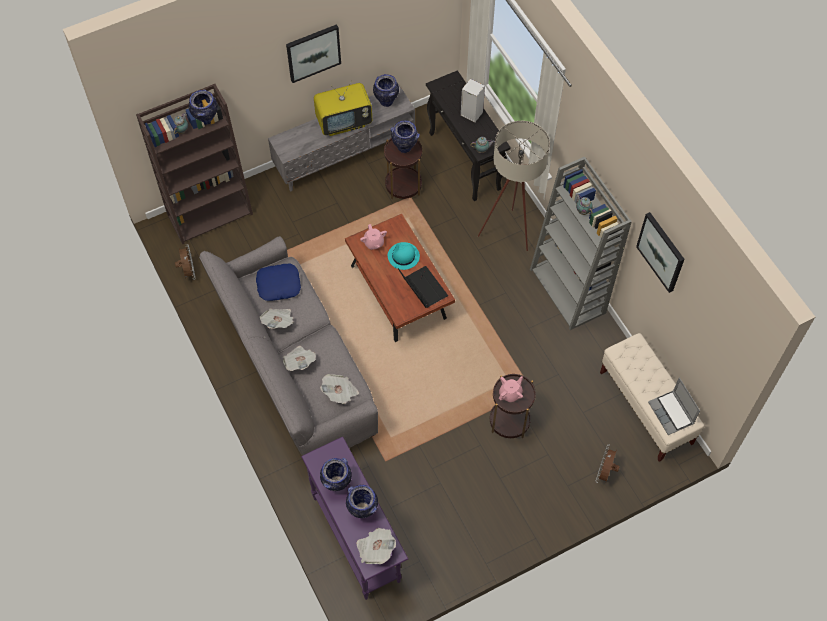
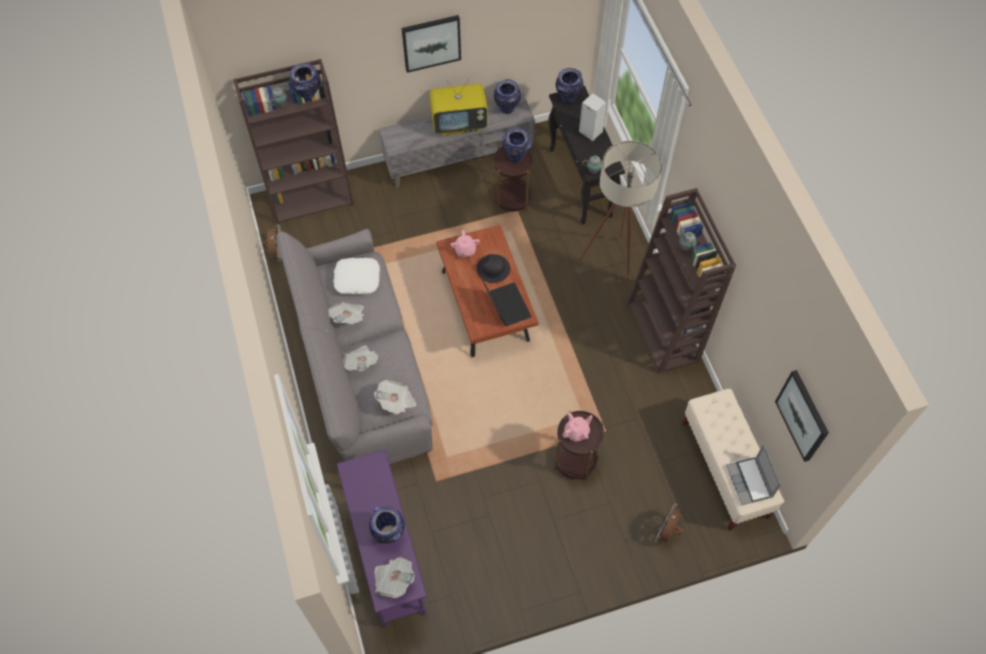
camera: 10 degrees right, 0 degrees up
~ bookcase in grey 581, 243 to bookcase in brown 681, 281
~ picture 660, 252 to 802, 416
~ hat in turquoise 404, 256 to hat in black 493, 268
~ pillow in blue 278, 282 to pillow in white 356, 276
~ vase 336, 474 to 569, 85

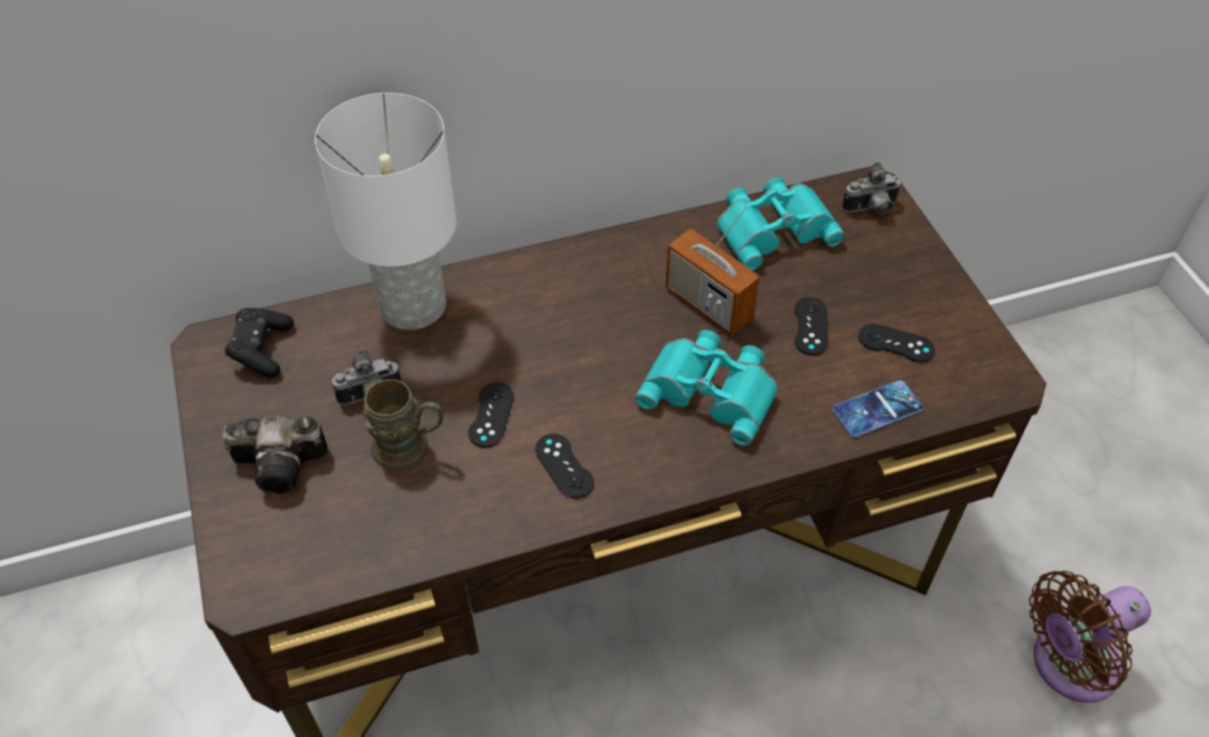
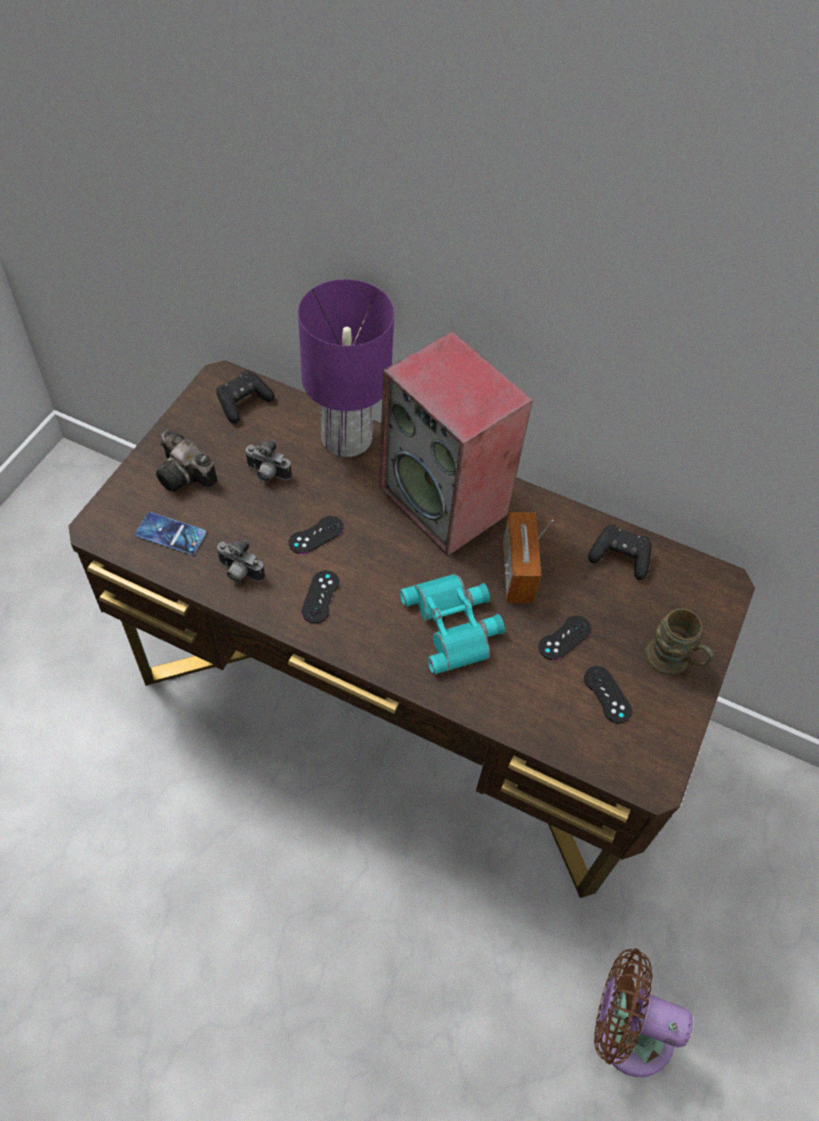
camera: 40 degrees right, 5 degrees up
~ table lamp in white 386, 211 to table lamp in purple 346, 368
~ photo camera 871, 188 to 240, 561
~ binoculars in turquoise 780, 224 to game controller in black 620, 552
~ mug in brown 403, 424 to 679, 642
~ phone 878, 408 to 170, 533
+ speaker 456, 443

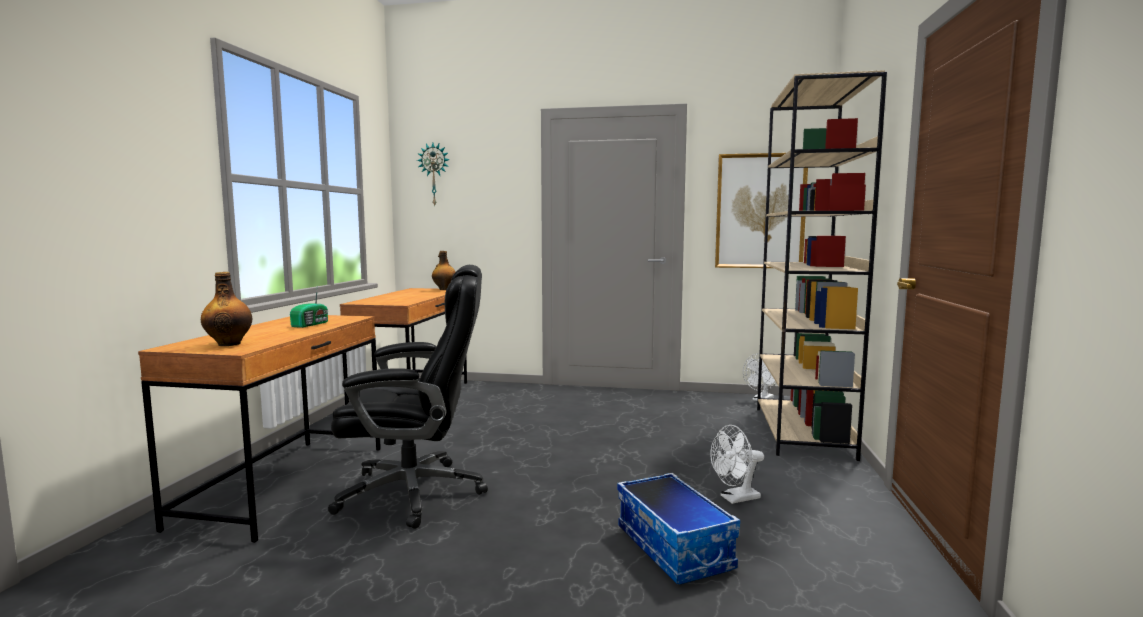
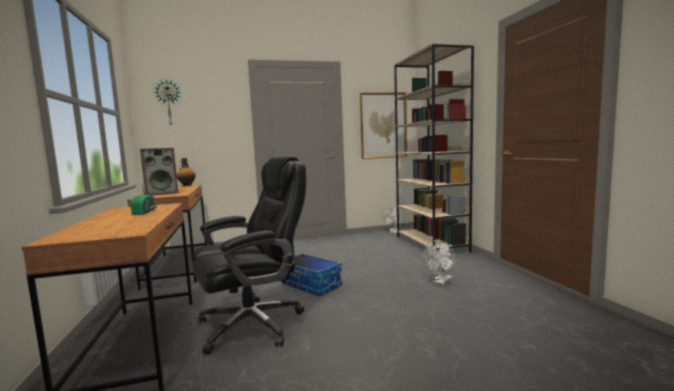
camera: 25 degrees left, 0 degrees up
- bottle 226, 309
~ storage box 678, 528 to 311, 274
+ speaker 159, 172

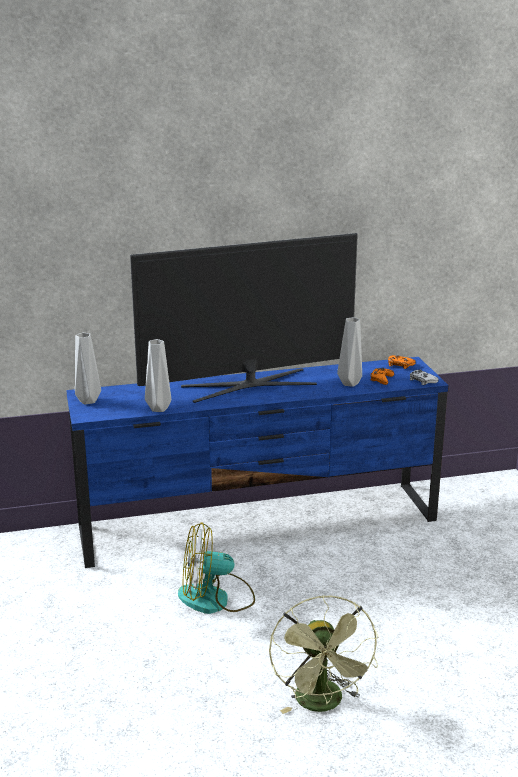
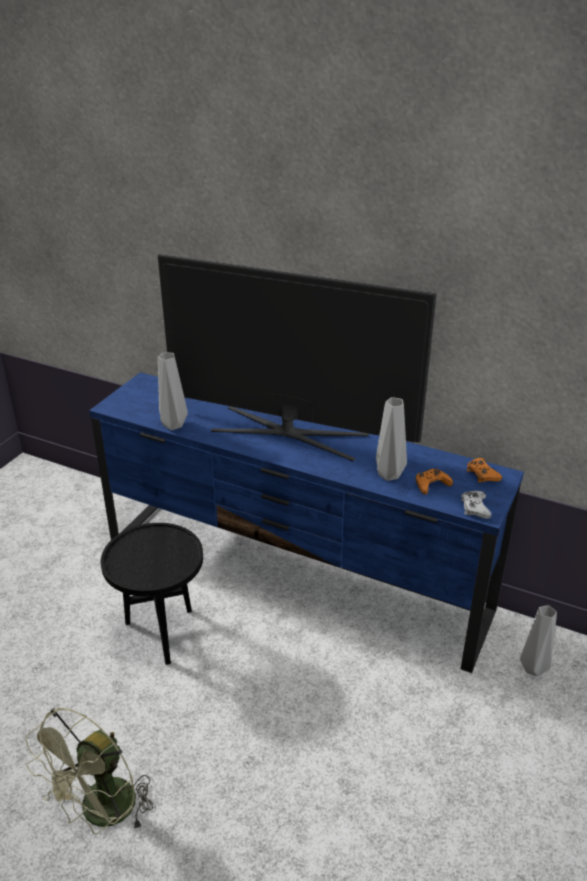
camera: 40 degrees right, 10 degrees up
~ vase in grey 88, 368 to 538, 640
~ fan 216, 568 to side table in black 152, 594

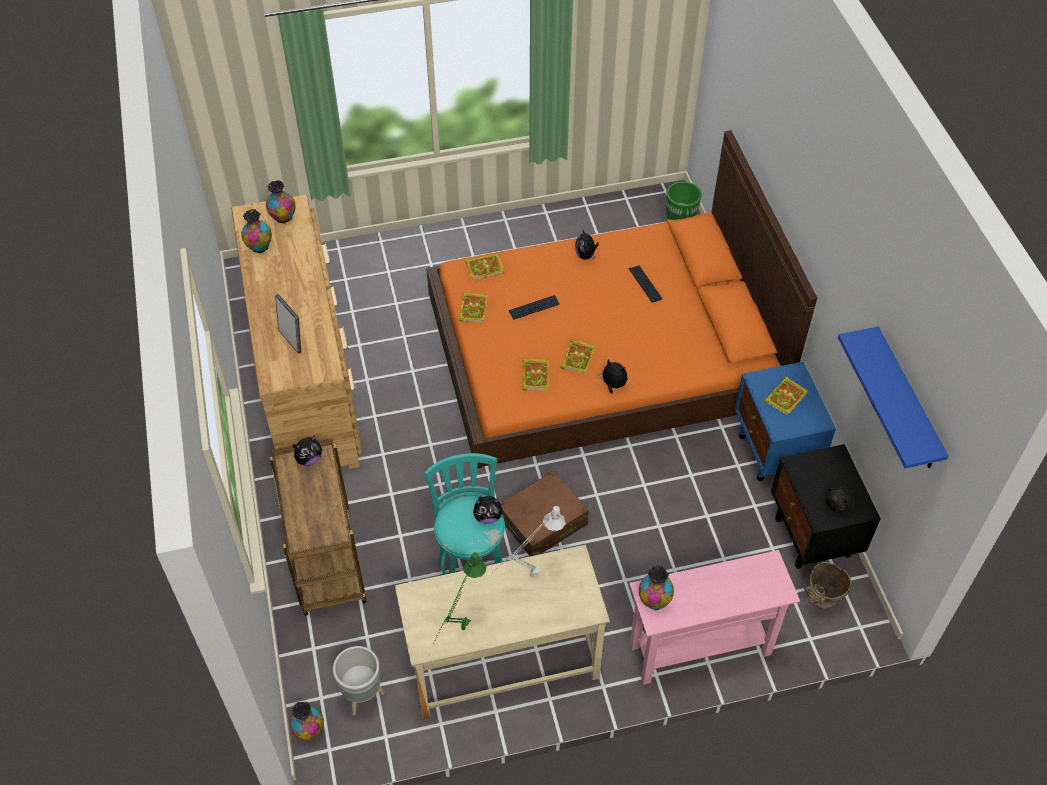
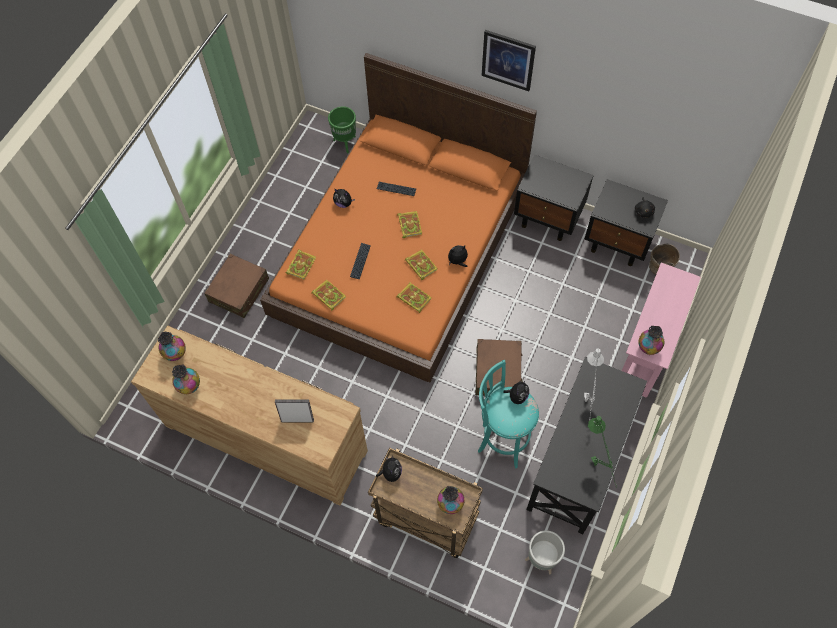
camera: 50 degrees left, 10 degrees up
- shelf in blue 893, 397
~ nightstand in blue 785, 421 to nightstand in black 554, 197
~ book 786, 395 to 409, 224
~ desk in beige 502, 632 to desk in black 586, 445
~ vase 307, 721 to 450, 500
+ picture 508, 60
+ suitcase in brown 236, 286

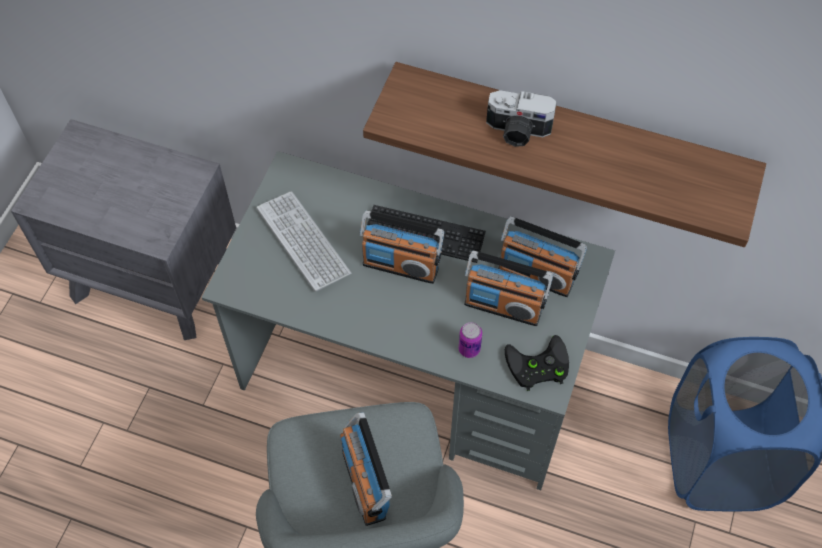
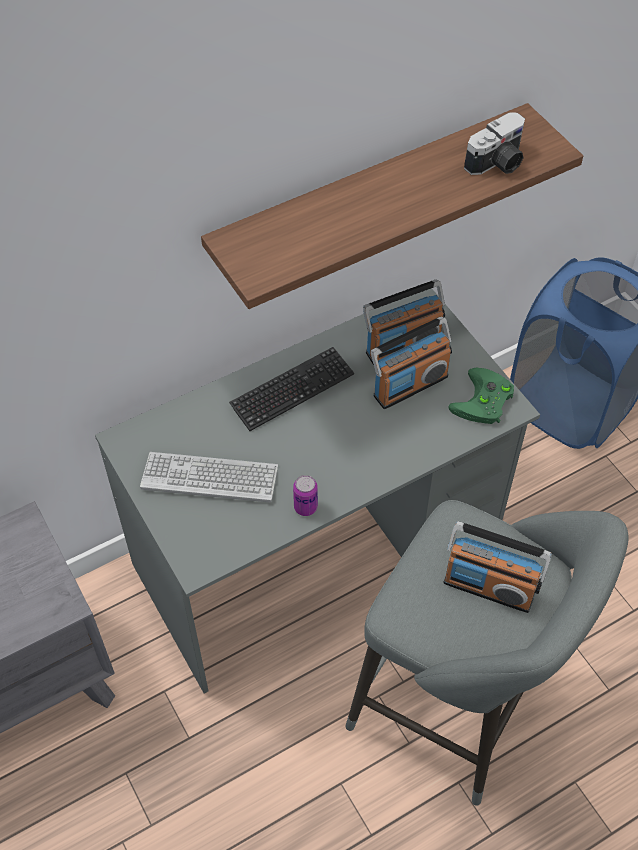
camera: 50 degrees left, 5 degrees down
~ photo camera 521, 118 to 494, 144
- radio 402, 247
~ can 470, 340 to 305, 495
~ game controller in black 537, 363 to game controller in green 481, 396

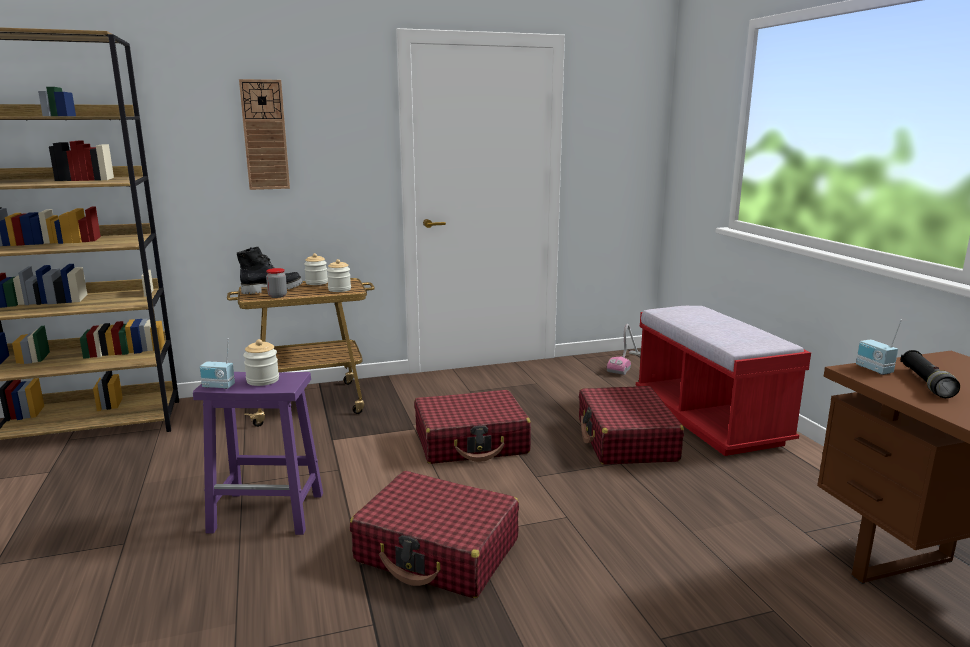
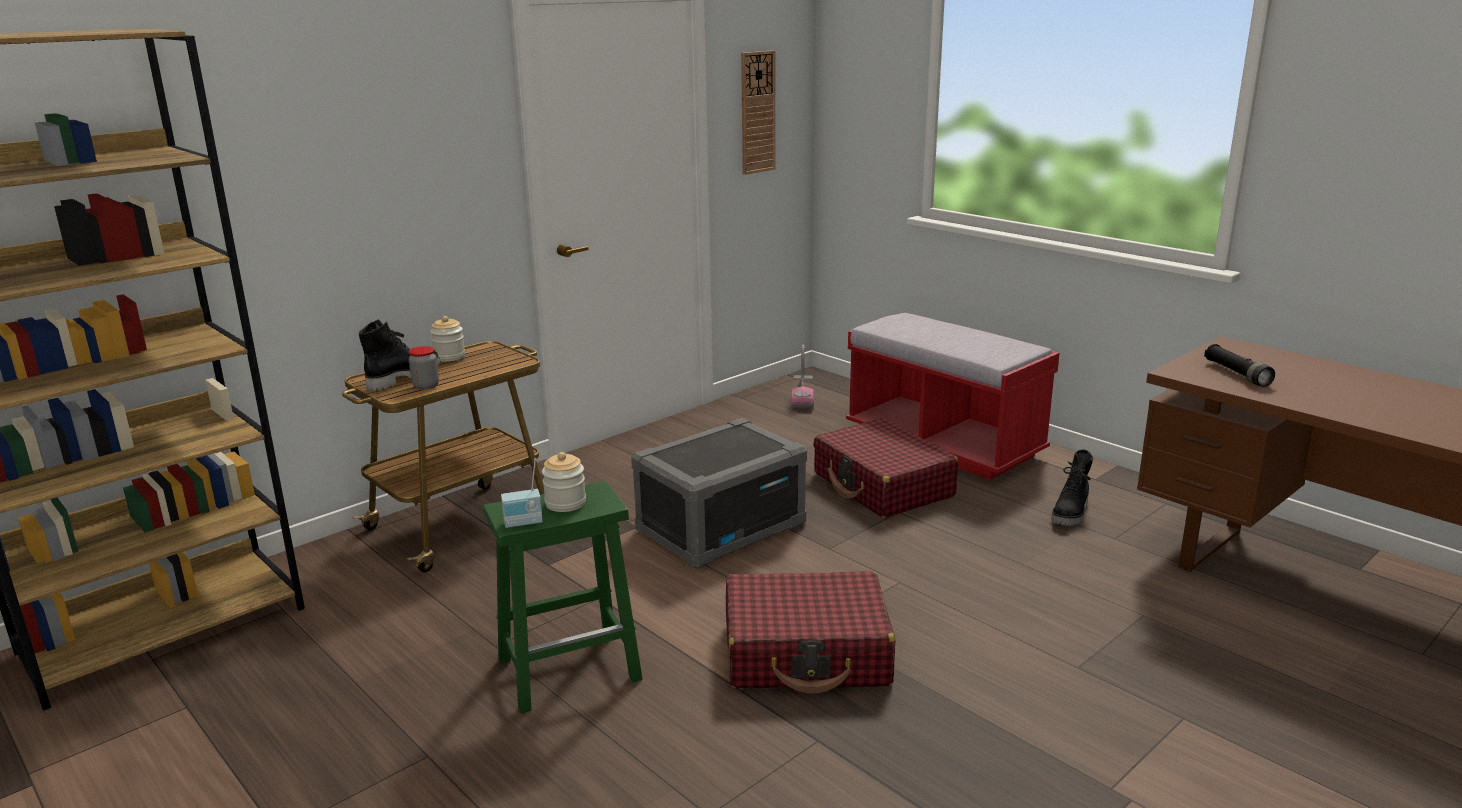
camera: 25 degrees left, 5 degrees up
~ wall clock 264, 134 to 758, 112
- jar 339, 275
- radio 879, 347
~ stool in purple 258, 453 to stool in green 563, 597
~ suitcase in red 473, 427 to storage box in grey 719, 493
+ boot in black 1072, 487

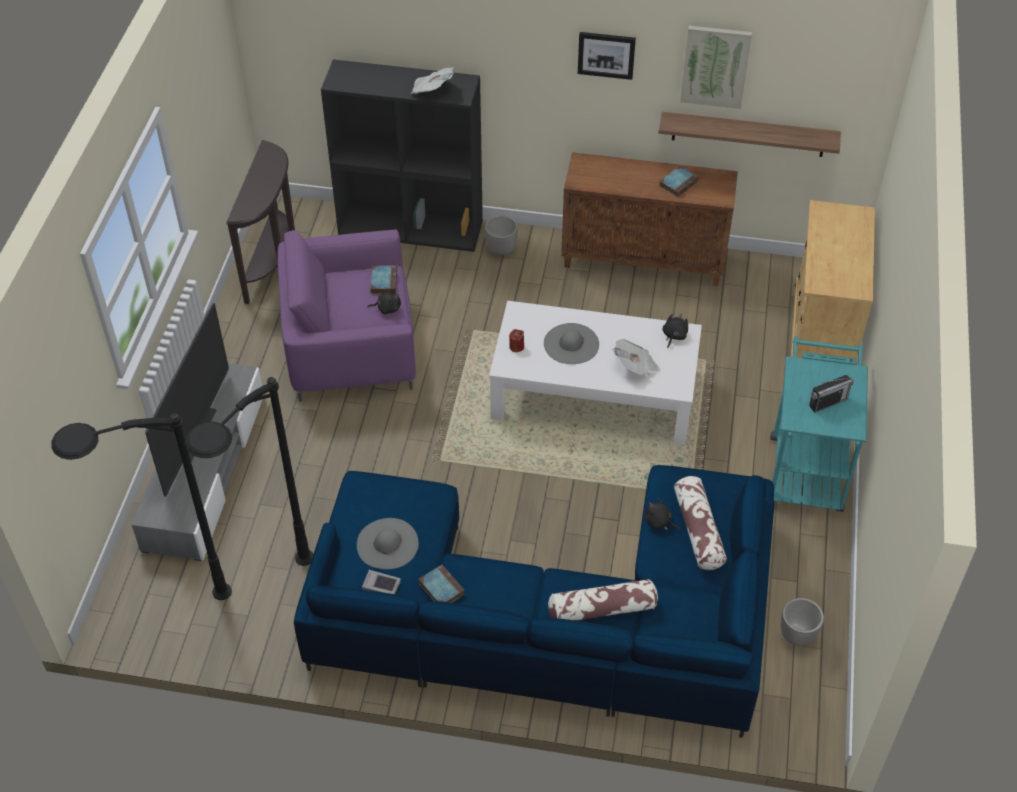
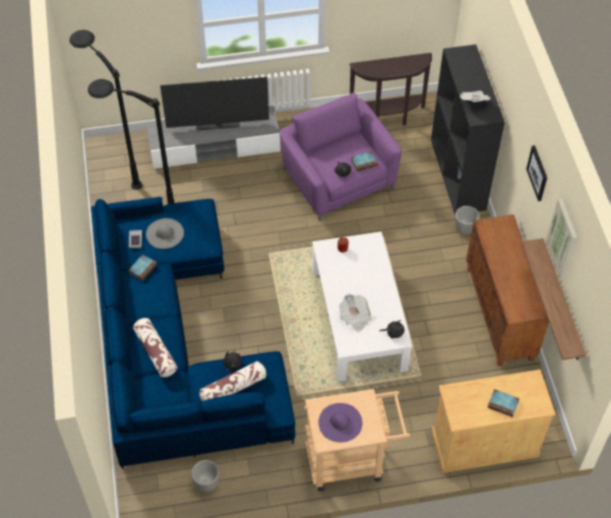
camera: 70 degrees right, 5 degrees up
~ book 679, 181 to 503, 403
- hat in grey 571, 343
~ cart in turquoise 819, 424 to cart in beige 357, 440
~ radio 831, 394 to hat in purple 340, 422

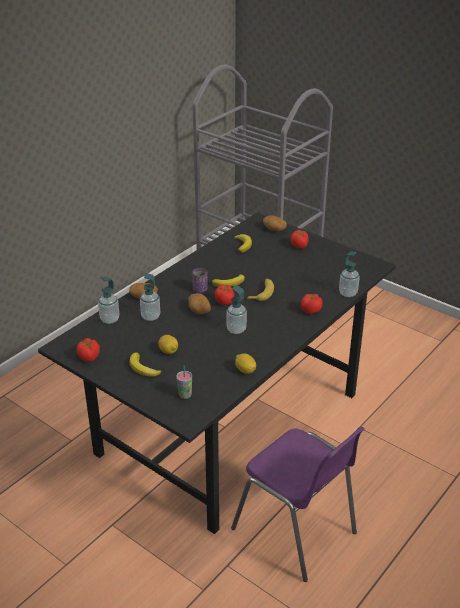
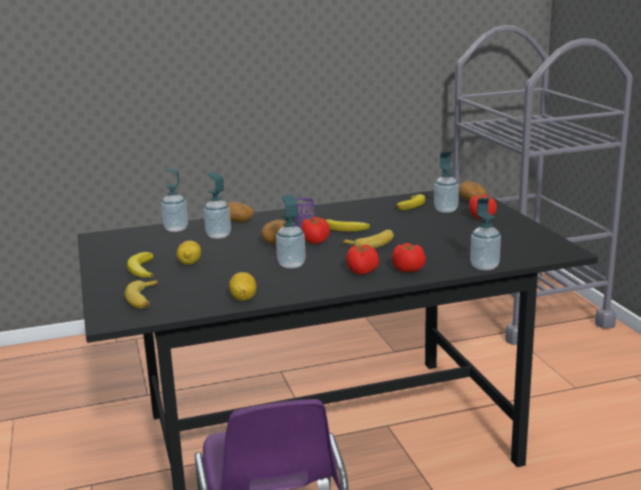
camera: 35 degrees right, 15 degrees down
~ tomato 88, 349 to 362, 259
~ cup 184, 382 to banana 141, 294
+ soap dispenser 446, 182

